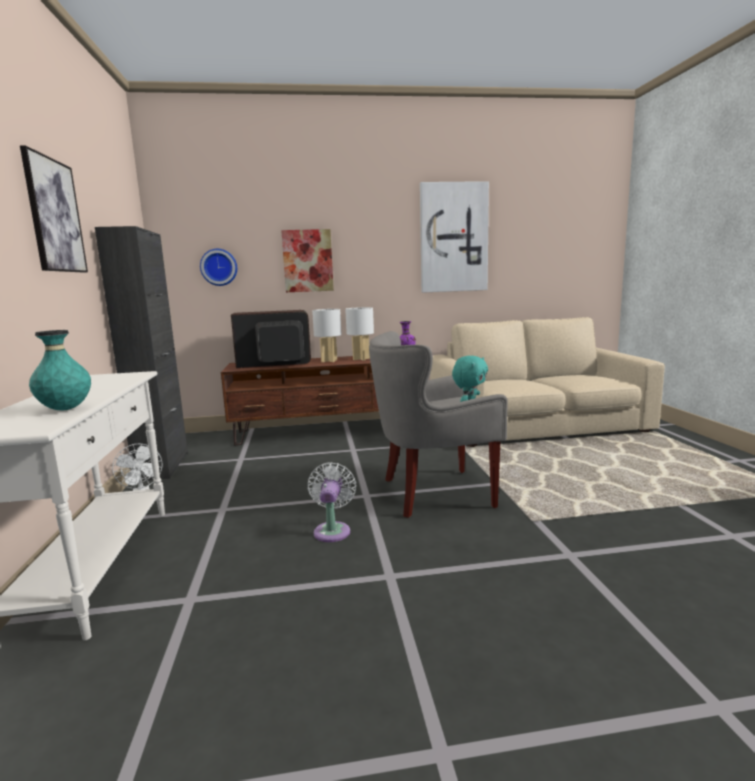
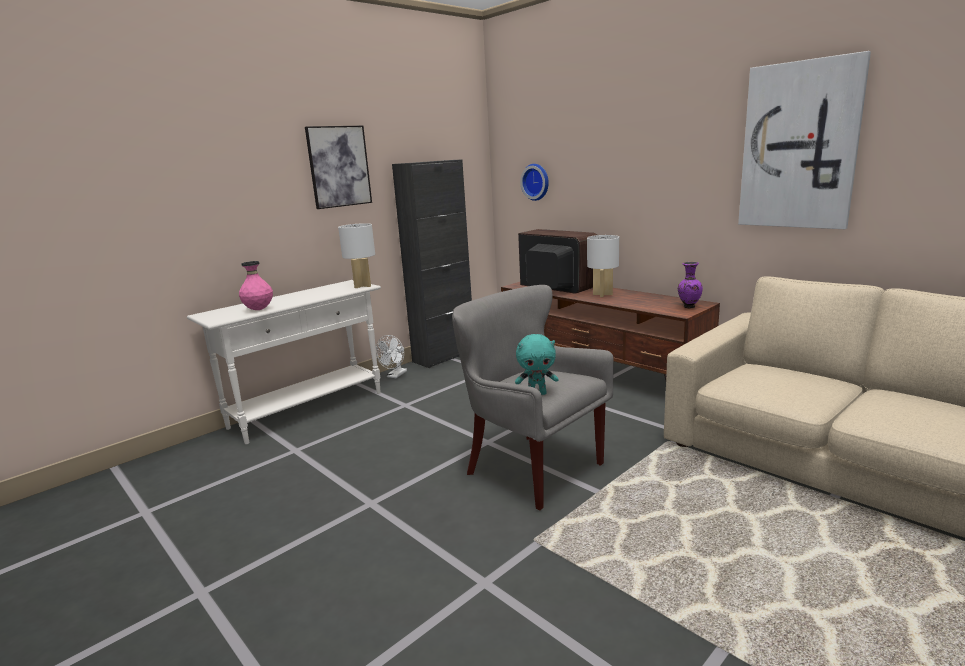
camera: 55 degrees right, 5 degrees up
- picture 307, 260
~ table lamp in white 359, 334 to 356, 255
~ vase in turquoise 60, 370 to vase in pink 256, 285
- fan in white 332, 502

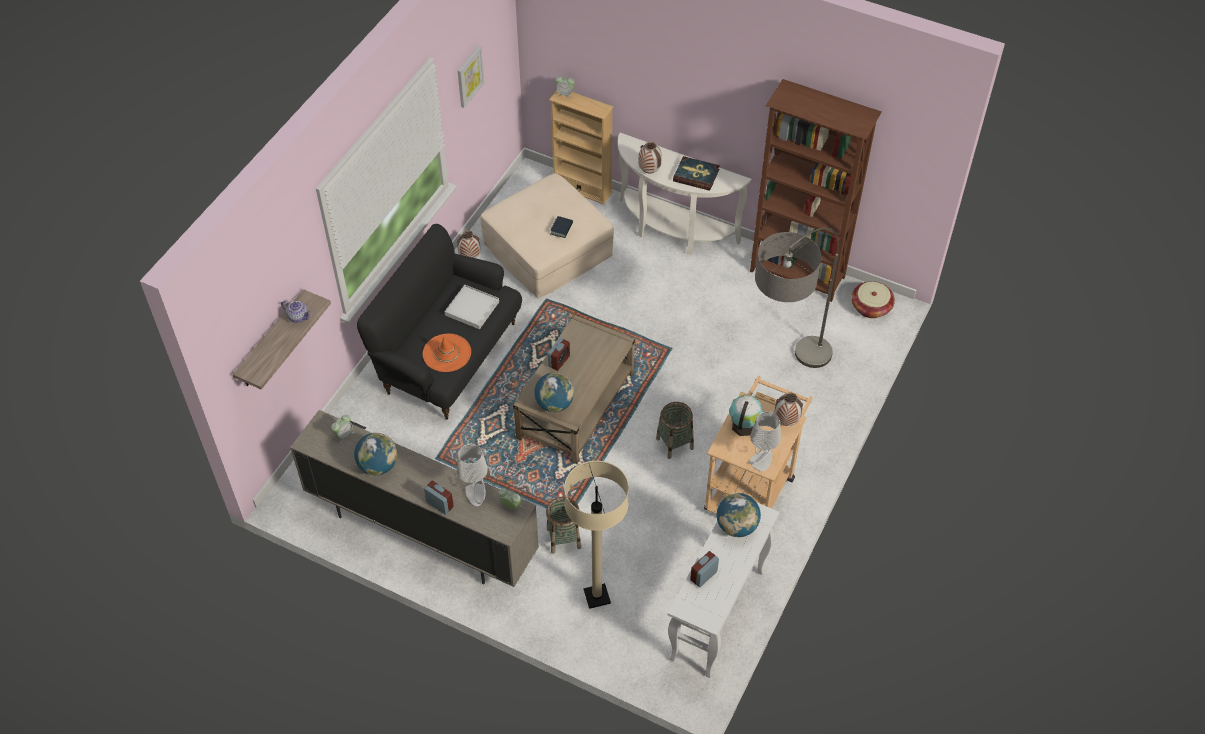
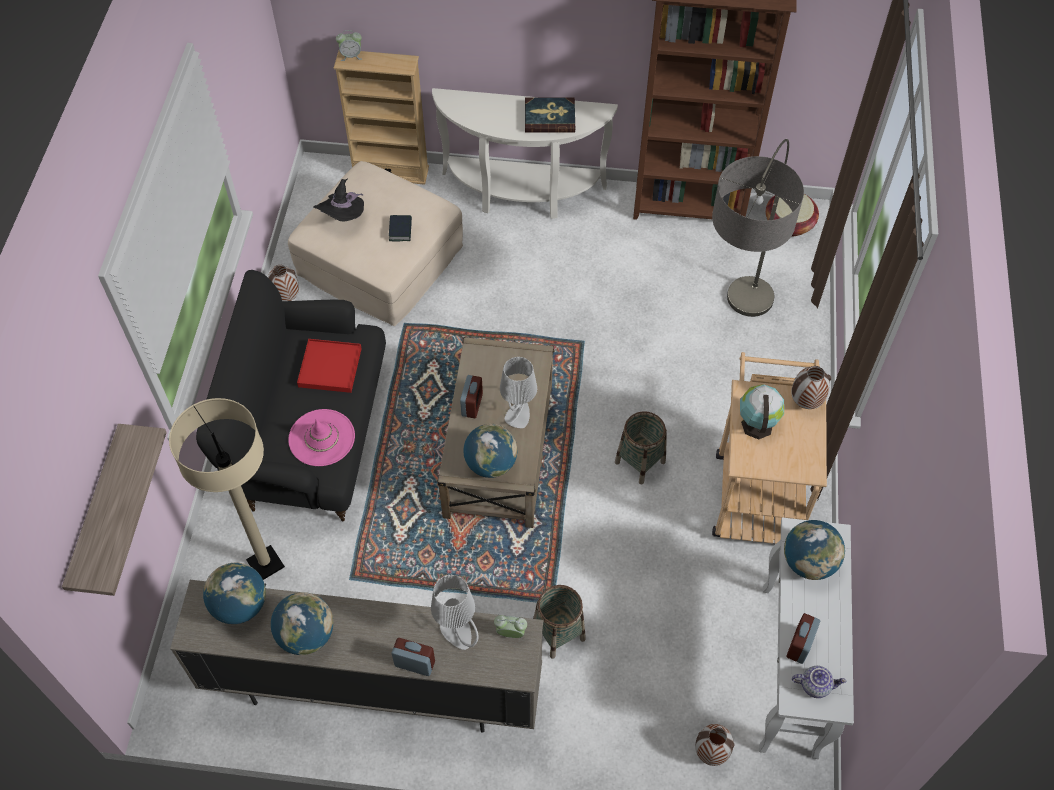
camera: 20 degrees left, 5 degrees up
- picture 471, 77
~ vase 650, 158 to 714, 745
~ tray in white 472, 307 to tray in red 329, 366
~ teapot 296, 312 to 819, 682
~ hat in orange 447, 353 to hat in pink 321, 437
~ table lamp in grey 765, 442 to 518, 392
~ alarm clock 342, 429 to globe 234, 593
~ floor lamp in beige 596, 535 to 227, 489
+ hat in black 338, 200

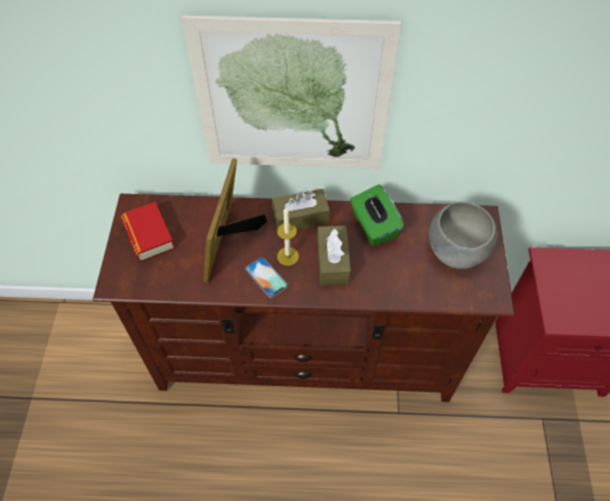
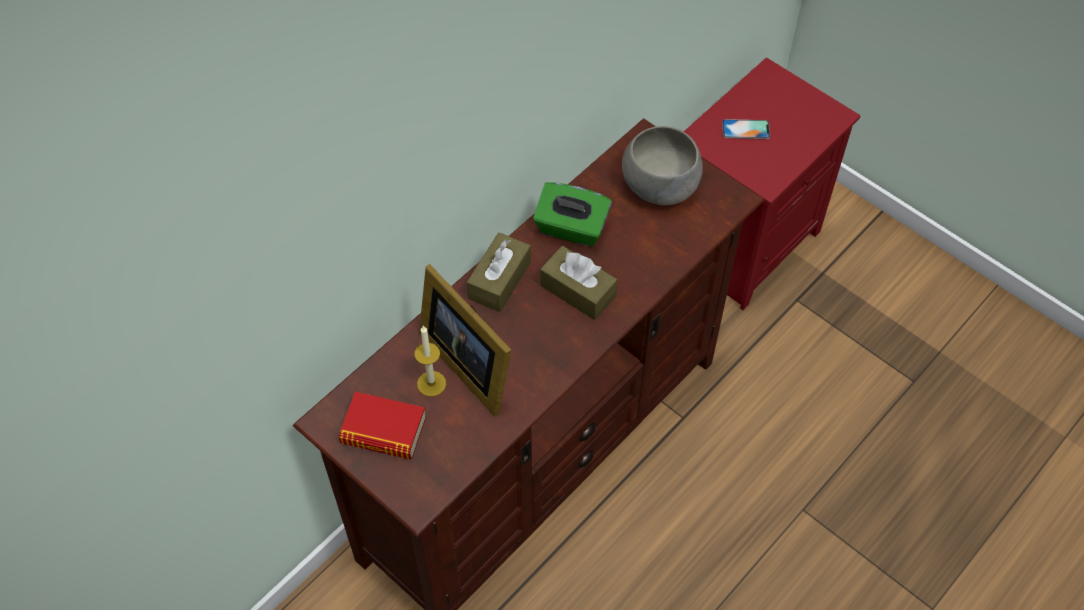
camera: 50 degrees left, 0 degrees up
- picture 292, 92
~ candle 288, 236 to 430, 361
~ phone 266, 277 to 746, 129

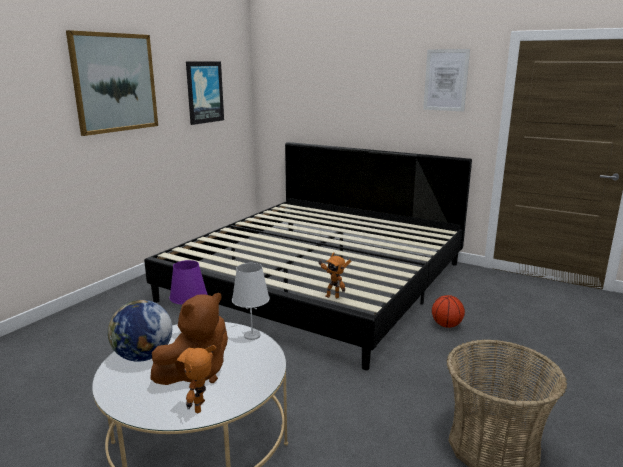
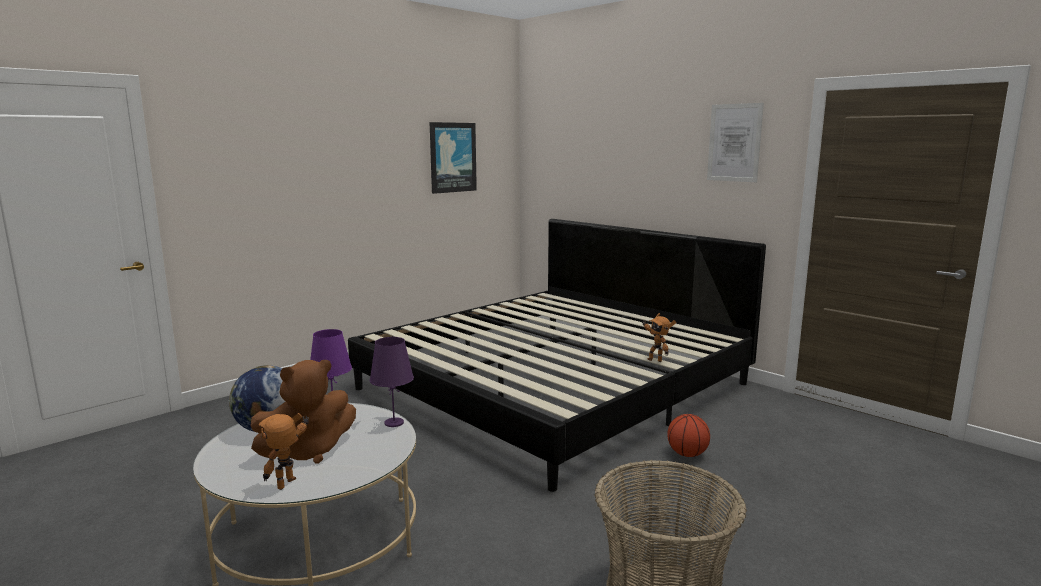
camera: 15 degrees right, 5 degrees down
- picture 112, 83
~ toy robot 335, 275 to 659, 337
~ table lamp in white 251, 301 to table lamp in purple 392, 382

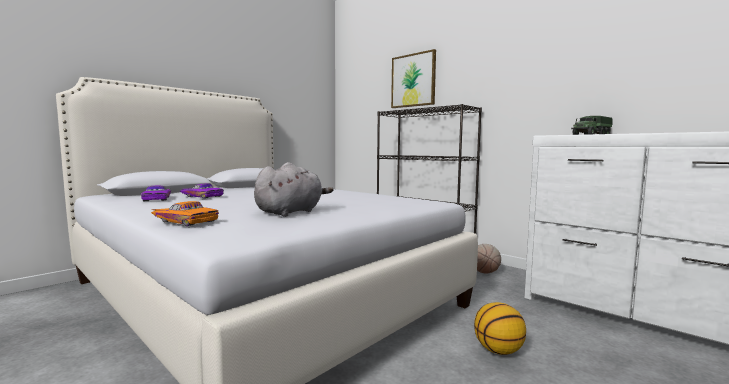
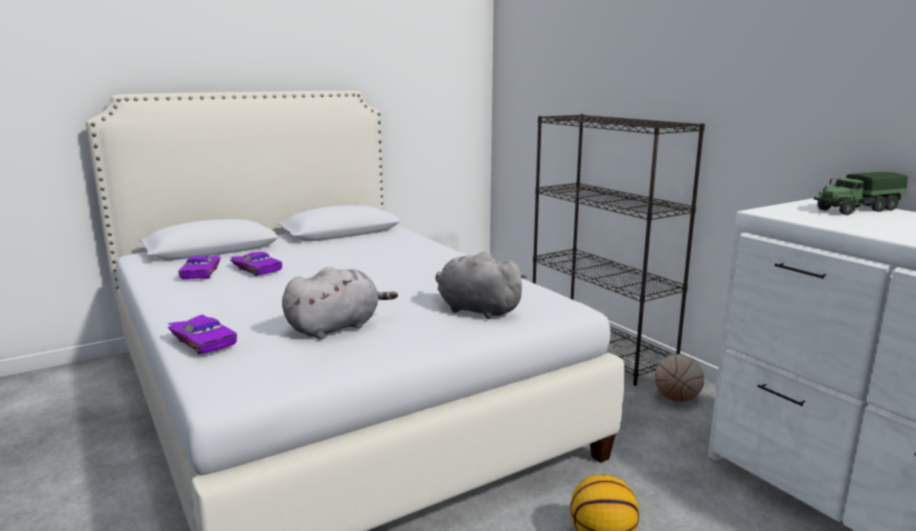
camera: 15 degrees right, 10 degrees up
- picture 413, 78
~ toy car in orange 185, 213 to toy car in purple 202, 334
+ plush toy in grey 481, 285

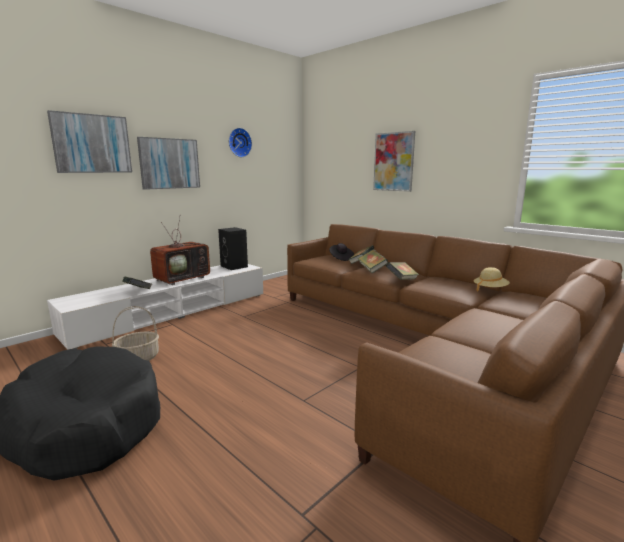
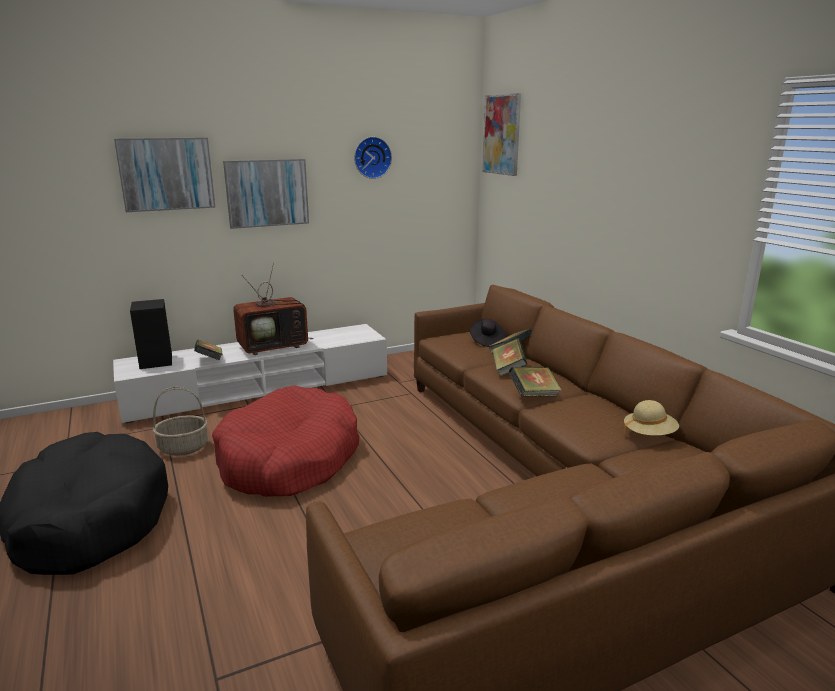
camera: 20 degrees right, 5 degrees up
~ picture 394, 161 to 502, 134
~ speaker in black 233, 248 to 151, 334
+ dog bed in red 285, 441

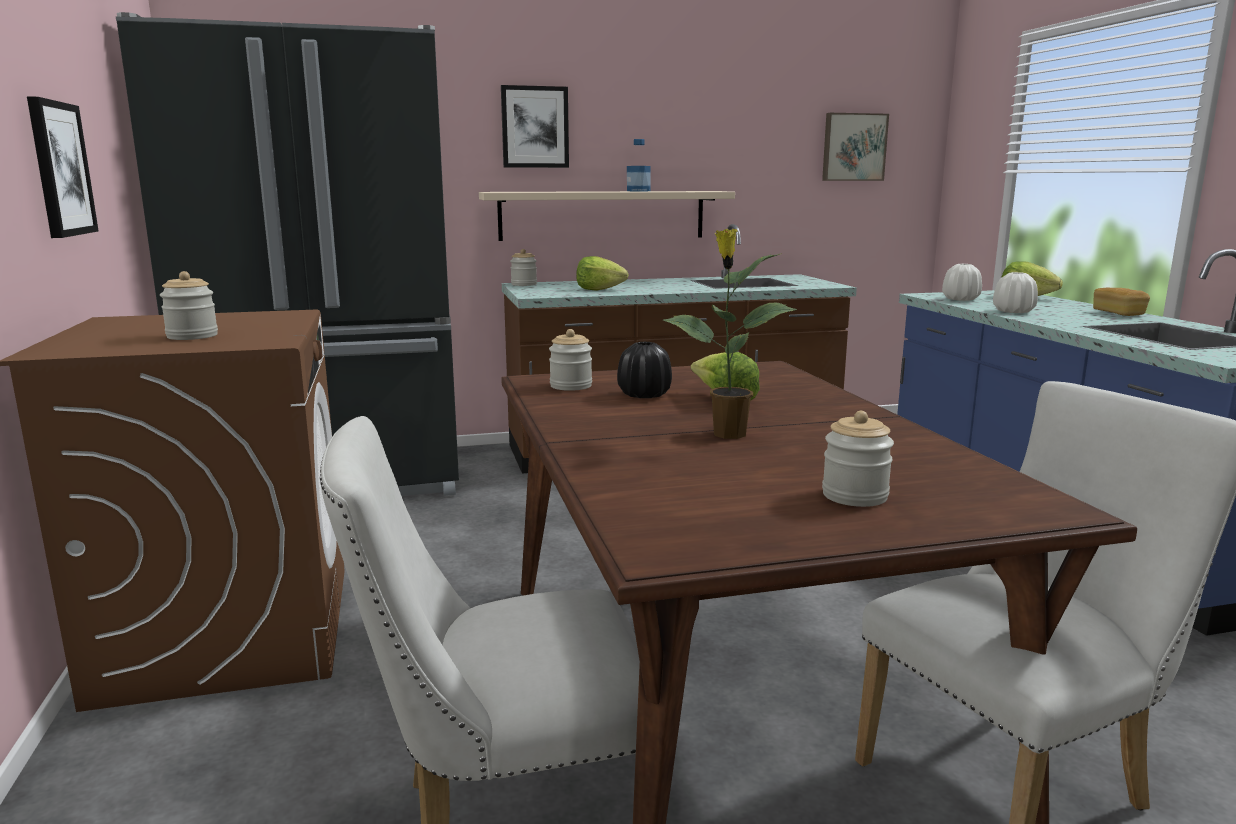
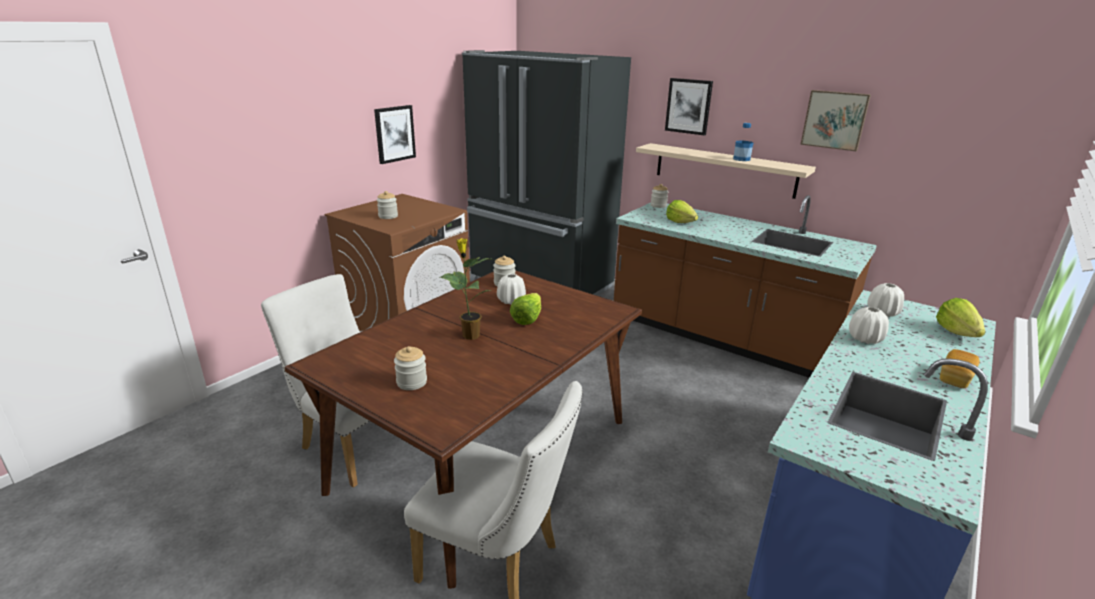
camera: 50 degrees right, 10 degrees up
~ picture 855, 147 to 835, 120
~ vase in black 644, 370 to vase in white 511, 289

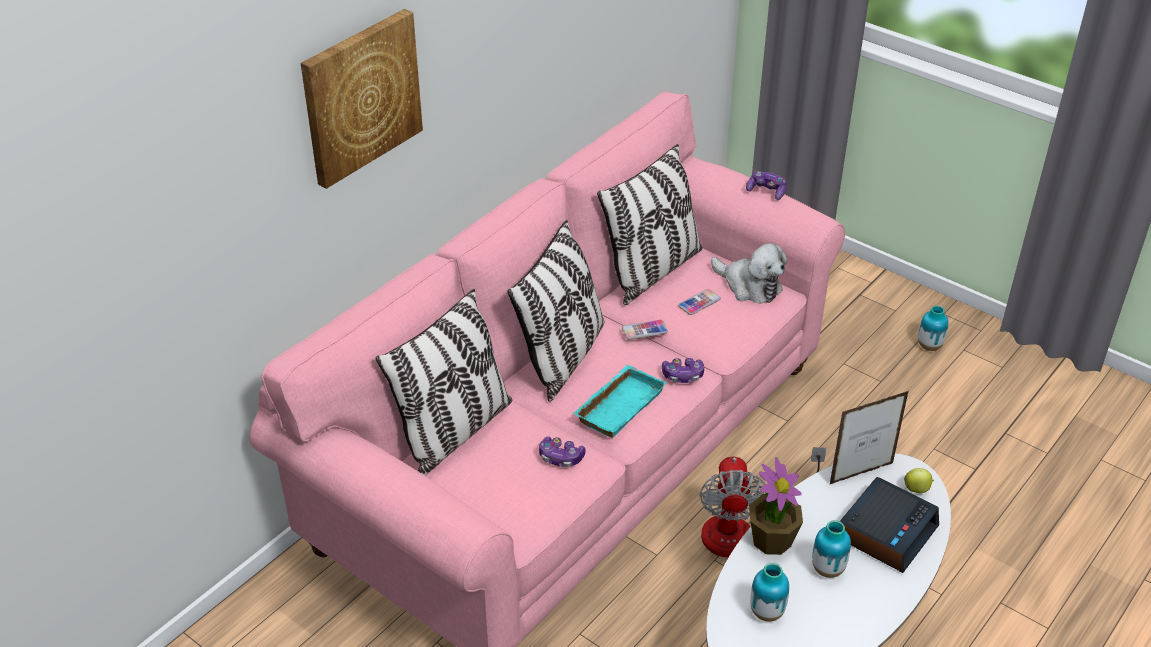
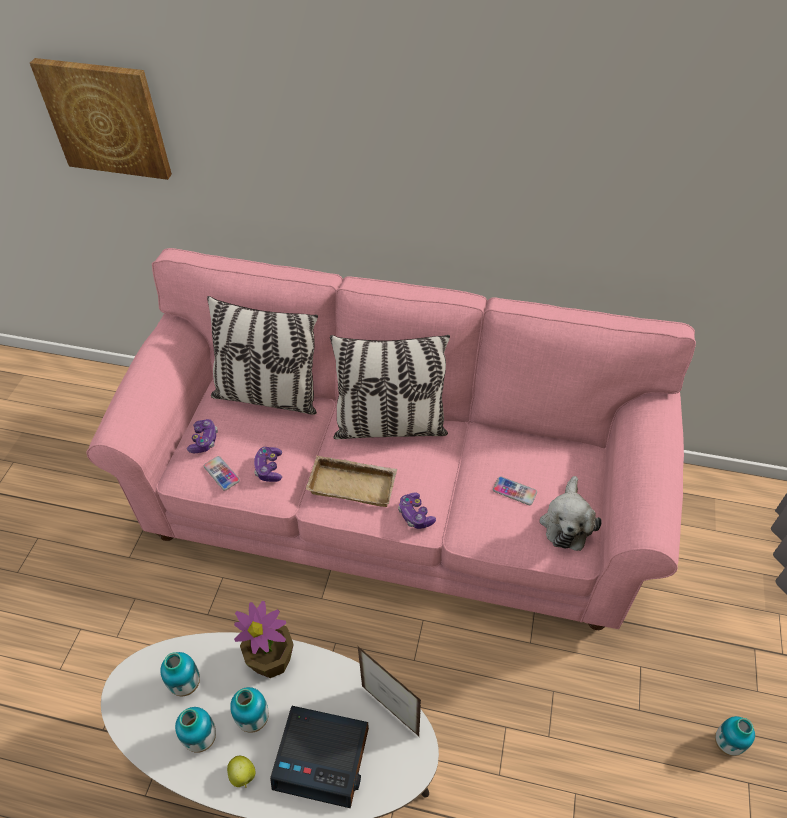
camera: 65 degrees right, 10 degrees up
~ picture 362, 99 to 101, 119
- pillow 649, 224
~ game controller 766, 185 to 202, 436
~ phone 645, 330 to 222, 473
~ tray in turquoise 620, 401 to tray in beige 351, 481
- fan 763, 502
~ apple 919, 480 to 241, 772
+ vase 195, 730

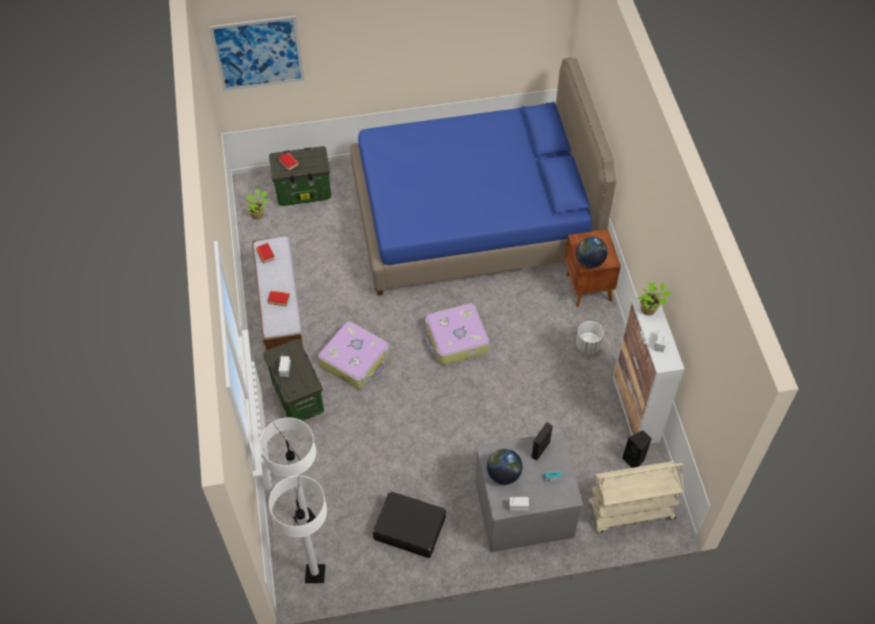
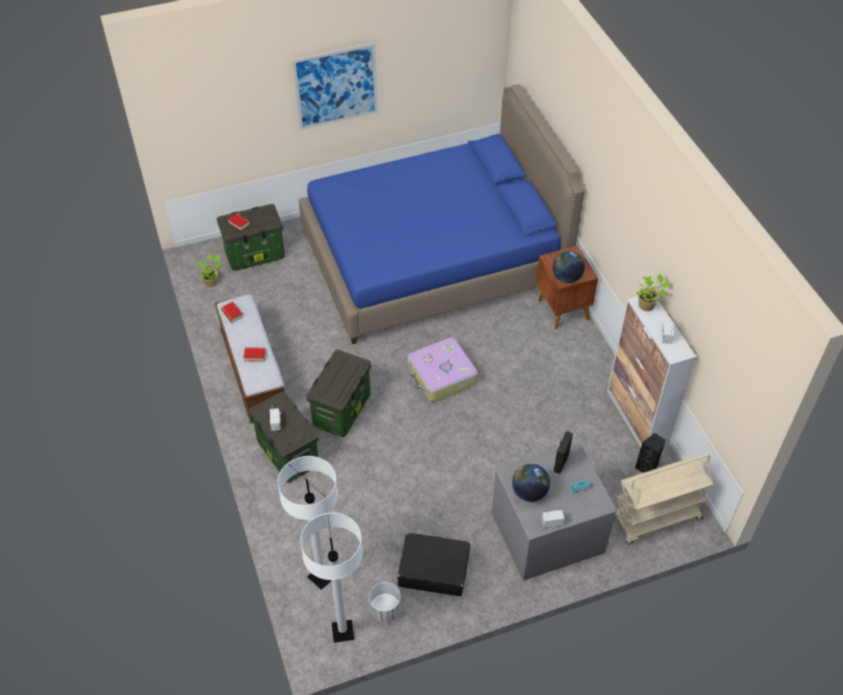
camera: 10 degrees left, 5 degrees down
~ picture 257, 53 to 335, 86
~ suitcase 353, 355 to storage box 338, 393
~ planter in white 590, 337 to 385, 602

